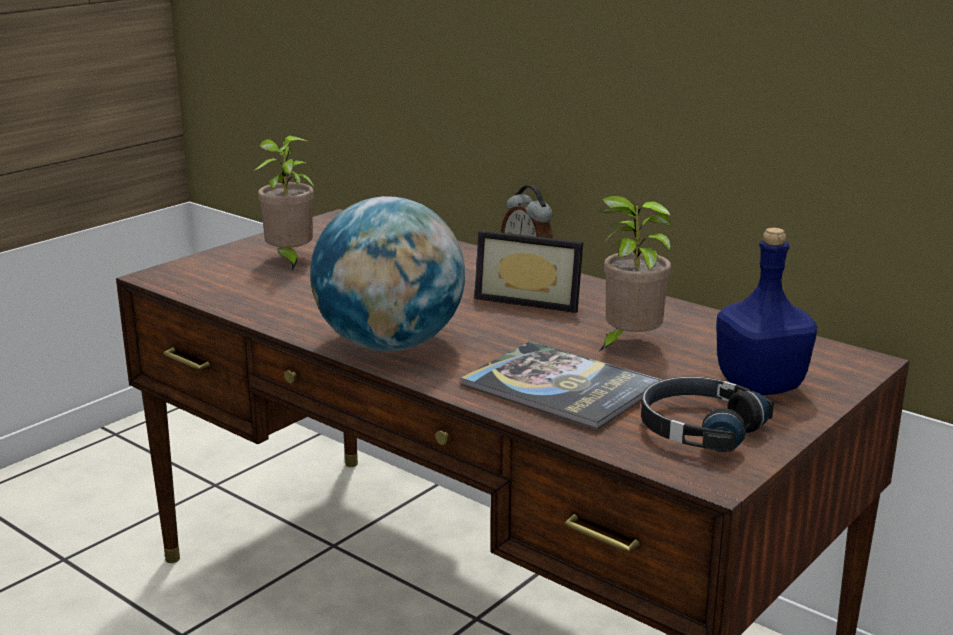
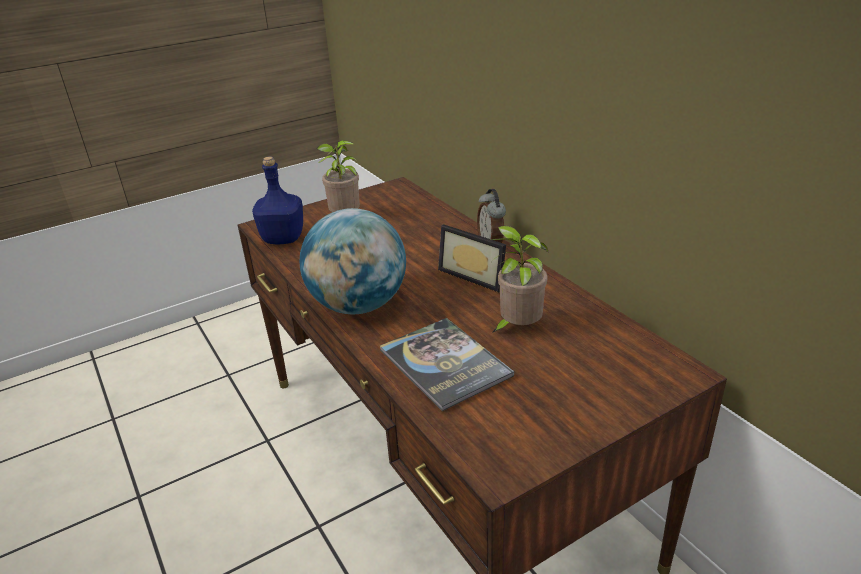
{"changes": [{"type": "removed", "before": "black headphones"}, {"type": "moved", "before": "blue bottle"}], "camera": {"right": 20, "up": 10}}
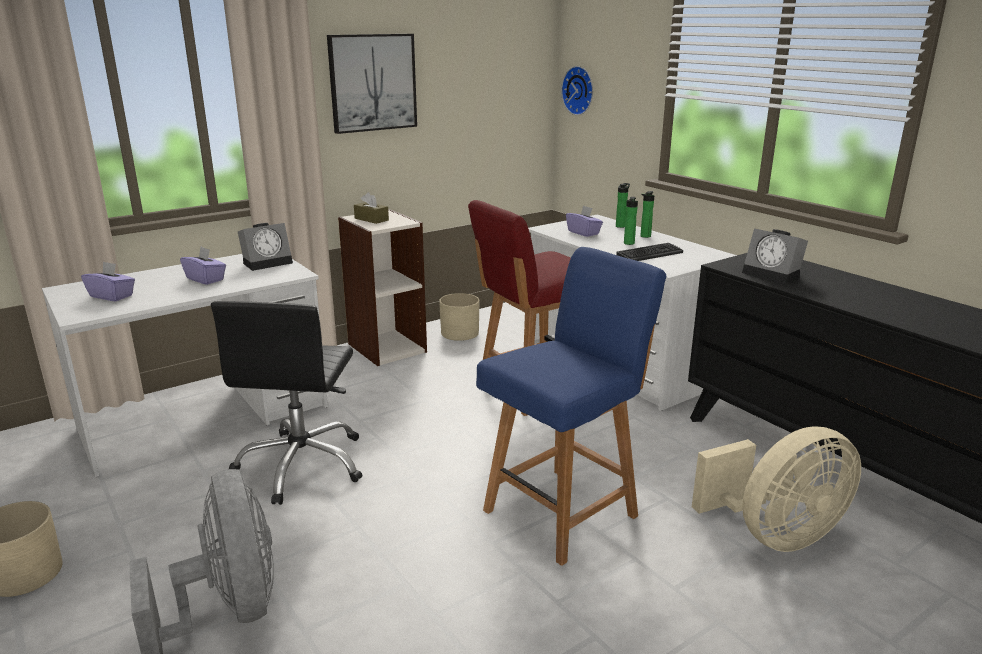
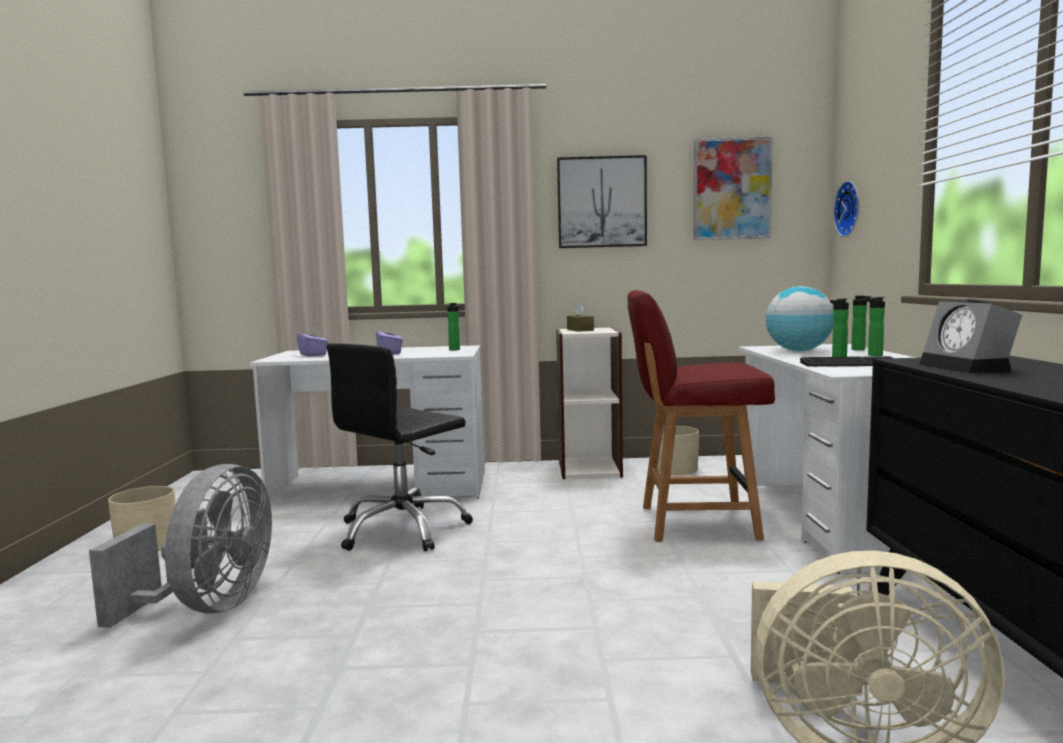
{"changes": [{"type": "replaced", "before": "alarm clock (1st from left)", "after": "bottle (1st from left)"}, {"type": "removed", "before": "blue chair"}, {"type": "replaced", "before": "purple tissue box (3rd from left)", "after": "globe"}, {"type": "added", "after": "picture (2nd from left)"}], "camera": {"right": 35, "up": -15}}
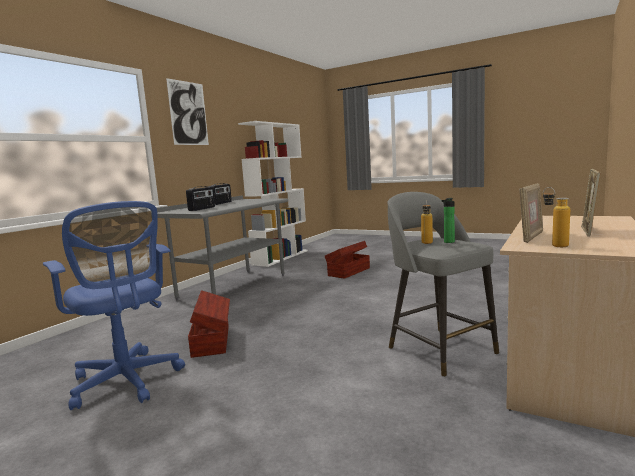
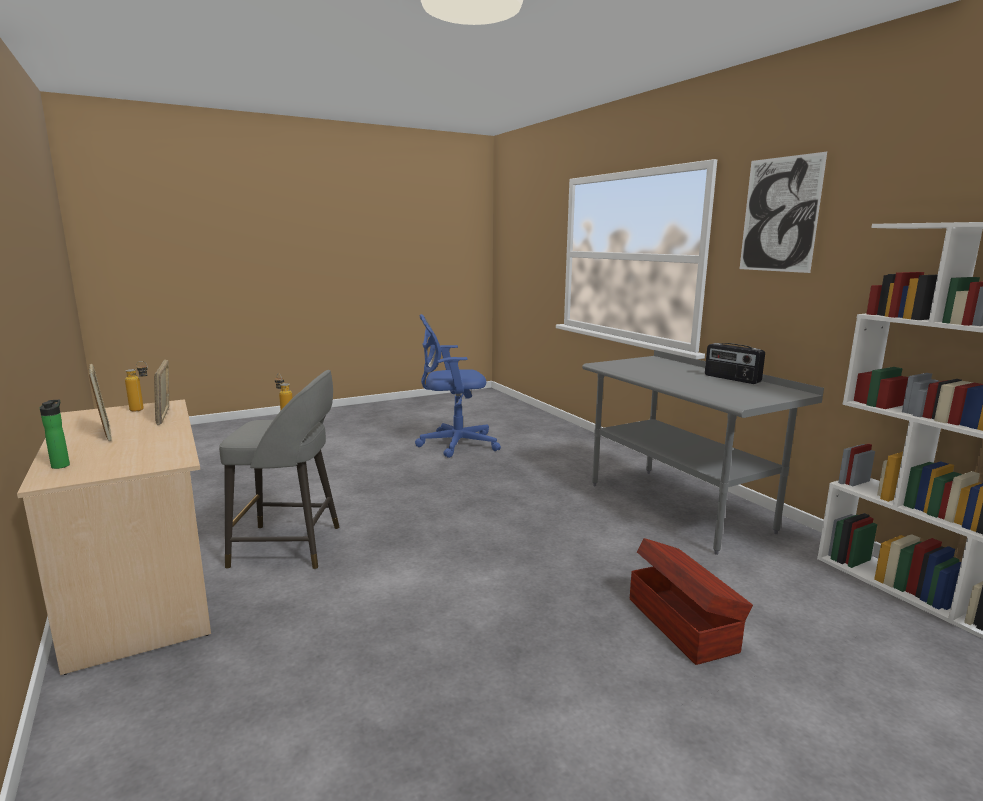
{"changes": [{"type": "removed", "before": "radio (1st from left)"}, {"type": "removed", "before": "brown storage box (1st from left)"}, {"type": "moved", "before": "bottle (2nd from left in the first image)", "after": "bottle (1st from left)"}], "camera": {"right": 120, "up": 5}}
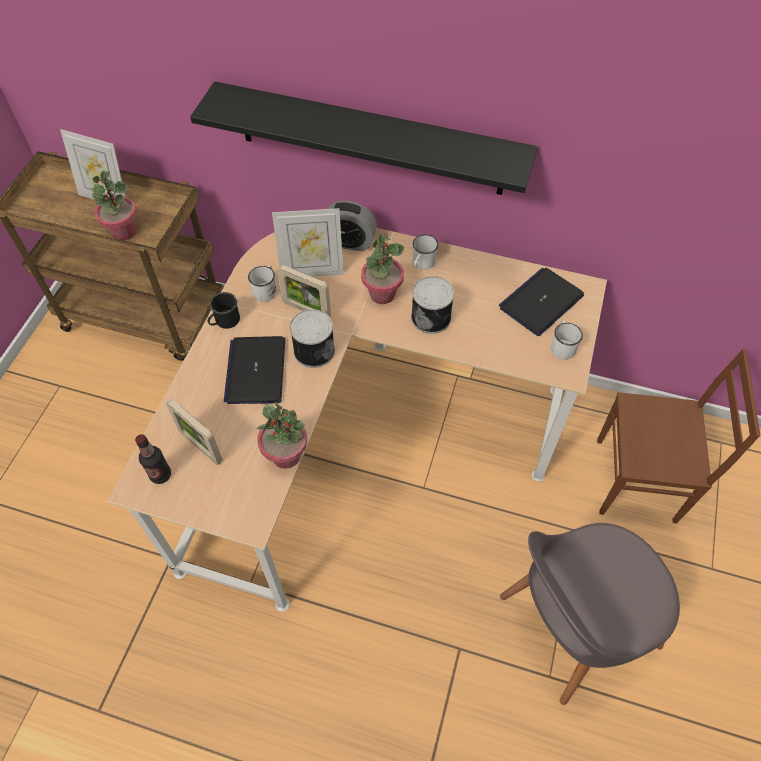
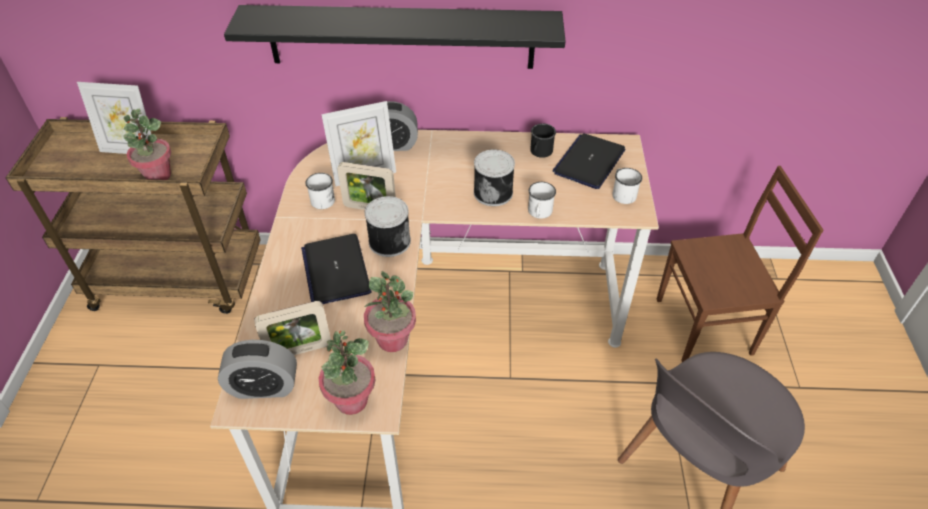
{"changes": [{"type": "replaced", "before": "bottle", "after": "alarm clock (1st from left)"}, {"type": "turned", "before": "picture frame (2nd from left)", "turn": -45}, {"type": "moved", "before": "black mug"}, {"type": "moved", "before": "potted plant (3rd from left in the first image)", "after": "potted plant (2nd from left)"}, {"type": "moved", "before": "white mug (2nd from left)"}], "camera": {"right": -15, "up": -10}}
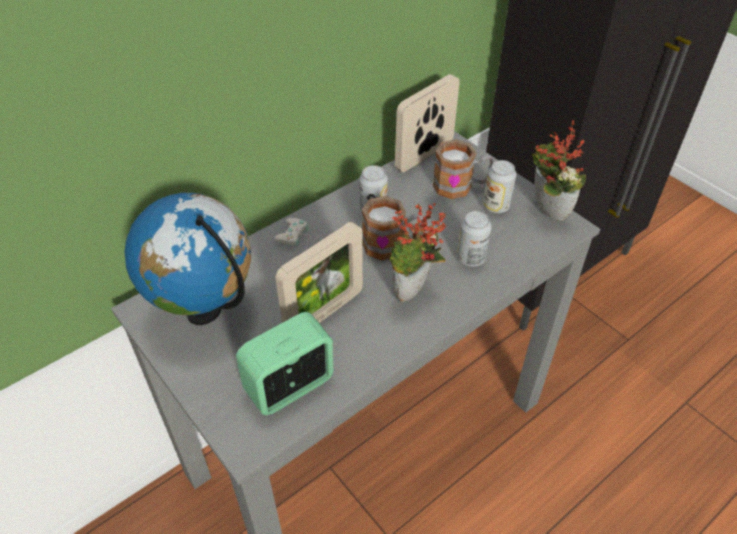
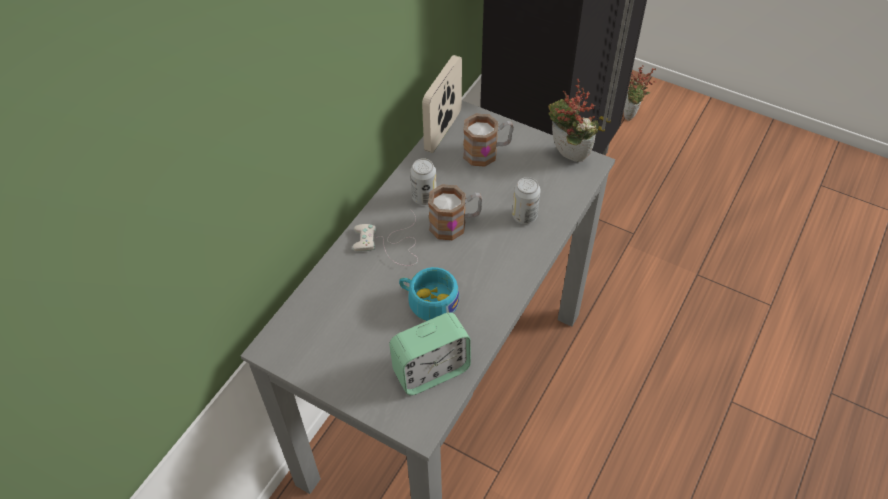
{"changes": [{"type": "removed", "before": "globe"}, {"type": "turned", "before": "alarm clock", "turn": -150}, {"type": "replaced", "before": "picture frame (1st from left)", "after": "turquoise cup"}, {"type": "moved", "before": "potted plant (1st from left in the first image)", "after": "potted plant (2nd from left)"}, {"type": "removed", "before": "can (3rd from left)"}], "camera": {"right": -20, "up": 5}}
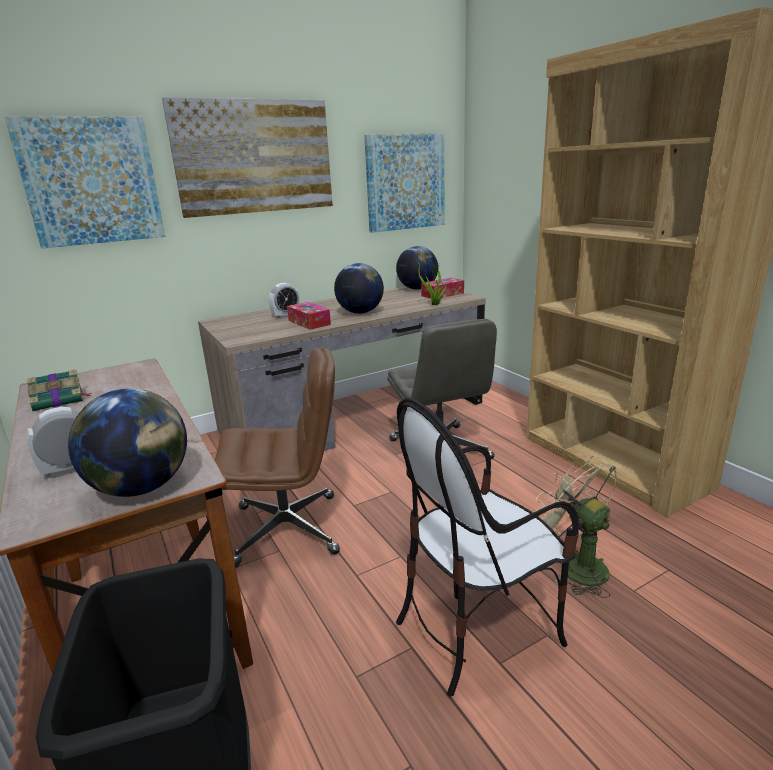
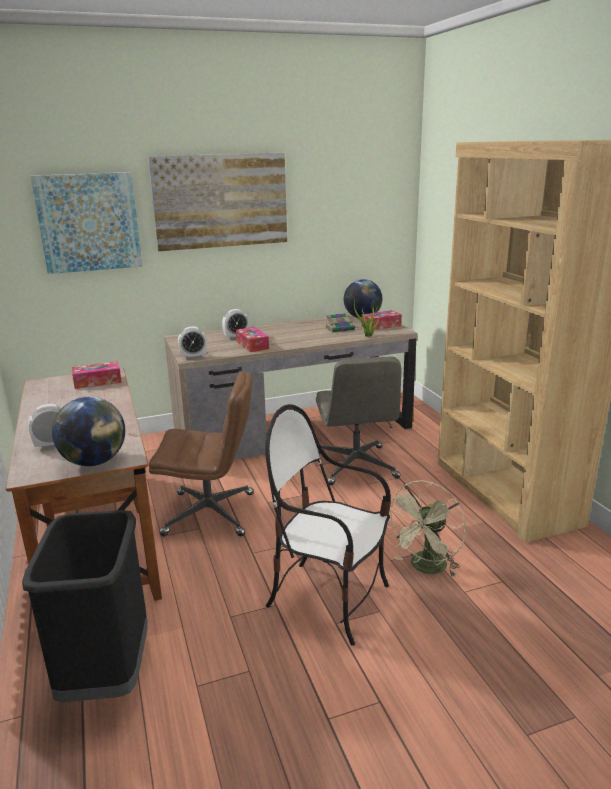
{"changes": [{"type": "moved", "before": "book"}, {"type": "removed", "before": "globe (2nd from left)"}, {"type": "removed", "before": "picture (3rd from left)"}, {"type": "turned", "before": "chair", "turn": 45}, {"type": "turned", "before": "beige fan", "turn": -120}, {"type": "added", "after": "tissue box (1st from left)"}, {"type": "added", "after": "alarm clock (2nd from left)"}], "camera": {"right": 10, "up": 0}}
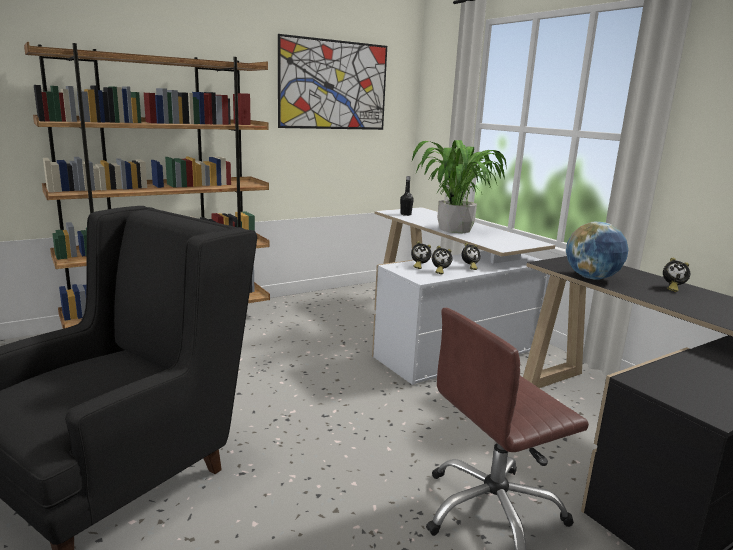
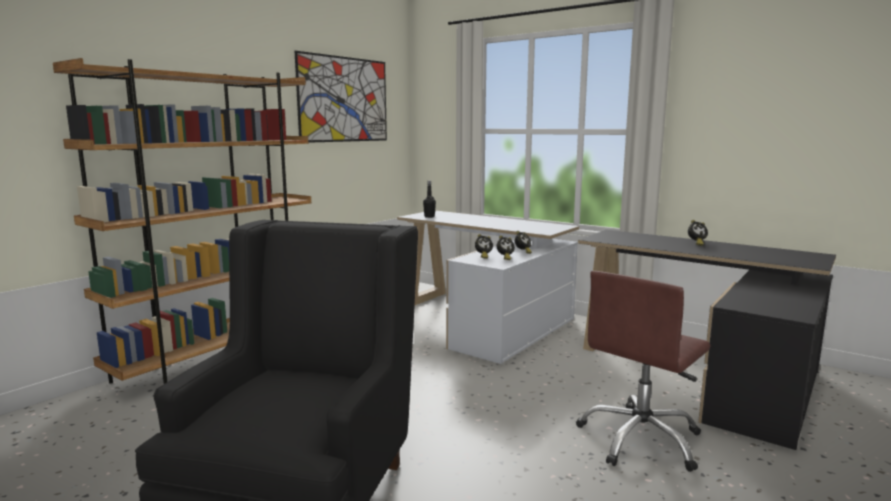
{"changes": [{"type": "removed", "before": "potted plant"}, {"type": "removed", "before": "globe"}], "camera": {"right": -20, "up": -5}}
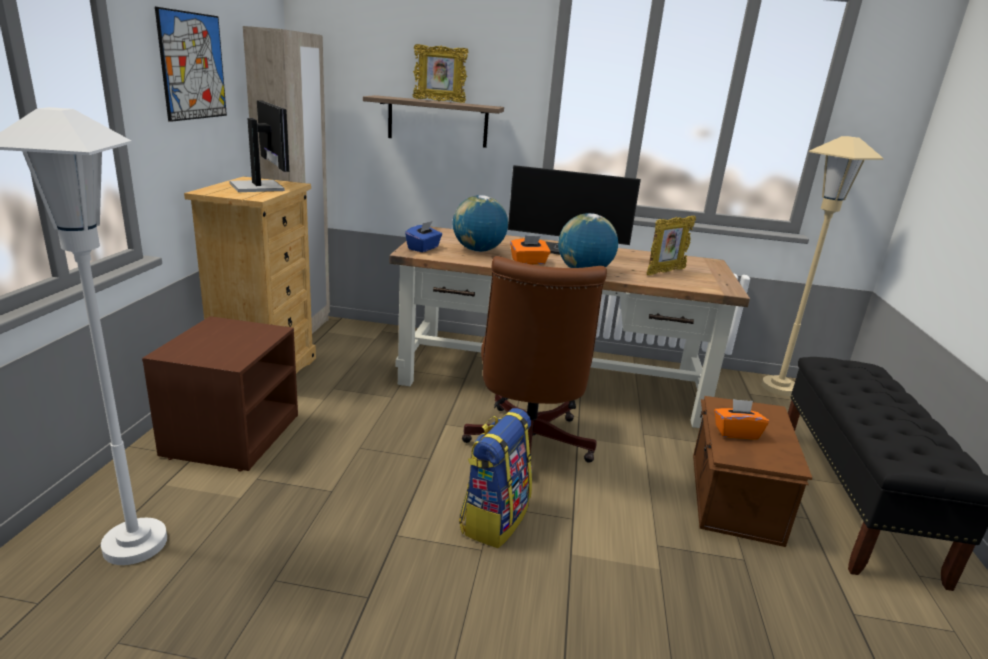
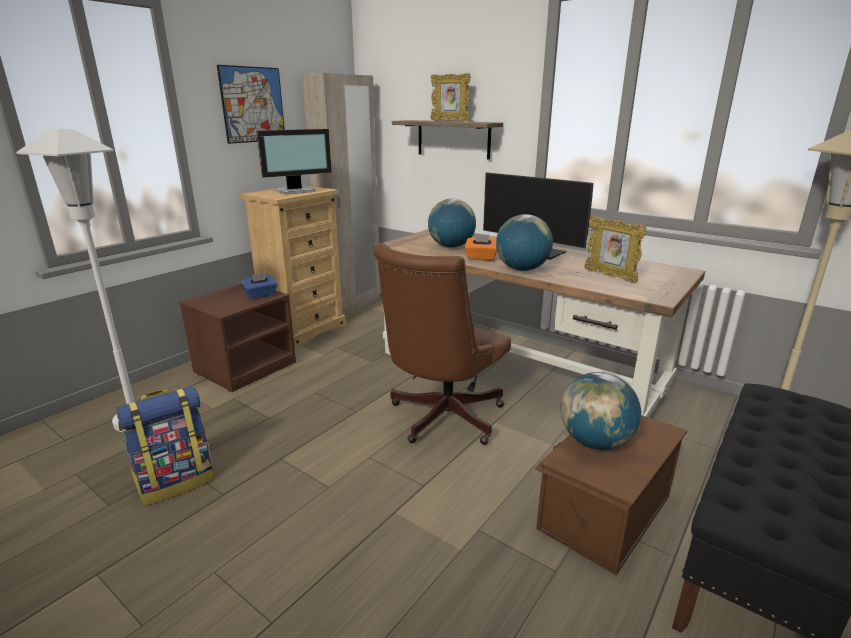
{"changes": [{"type": "turned", "before": "monitor (1st from left)", "turn": 60}, {"type": "moved", "before": "blue tissue box"}, {"type": "moved", "before": "backpack"}, {"type": "turned", "before": "picture frame (2nd from left)", "turn": 60}, {"type": "replaced", "before": "orange tissue box (2nd from left)", "after": "globe (3rd from left)"}], "camera": {"right": 30, "up": 0}}
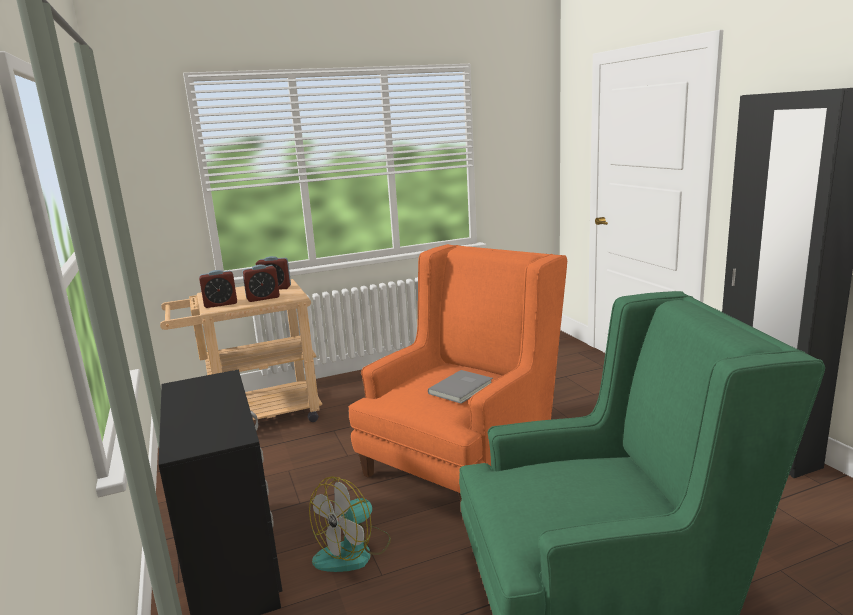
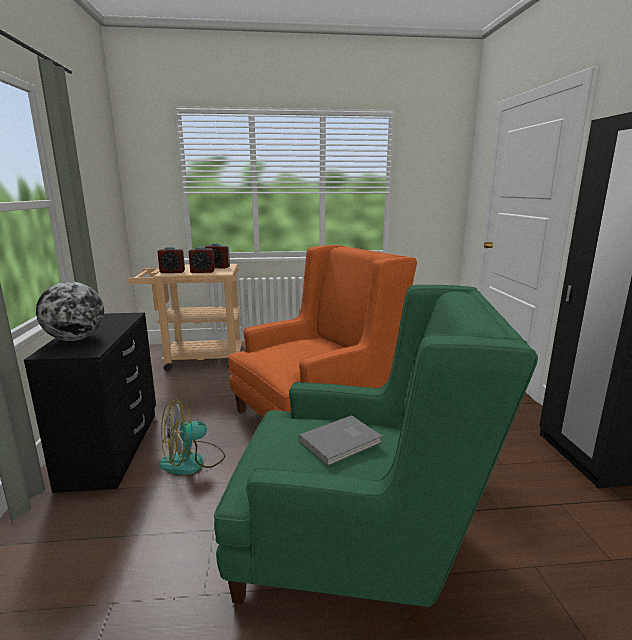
{"changes": [{"type": "moved", "before": "grey book"}, {"type": "added", "after": "globe"}], "camera": {"right": 15, "up": 0}}
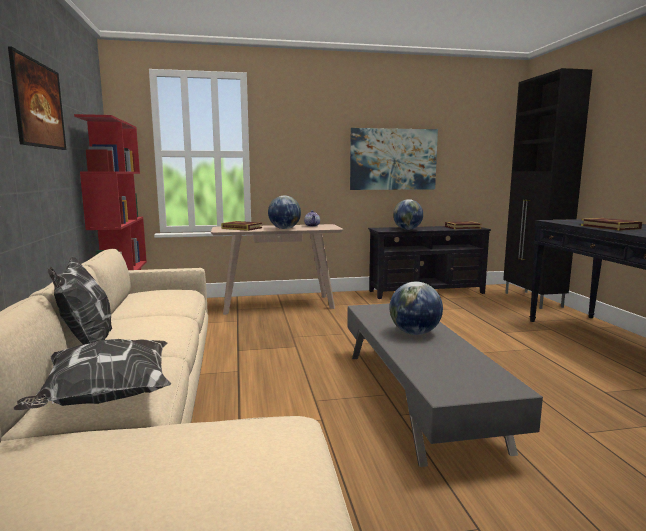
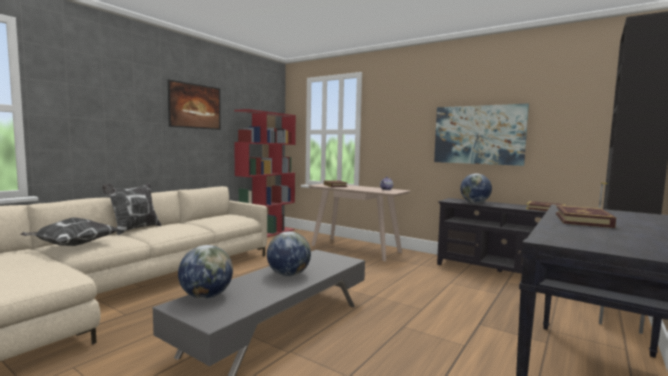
{"changes": [{"type": "moved", "before": "globe (1st from left)"}], "camera": {"right": 45, "up": -5}}
